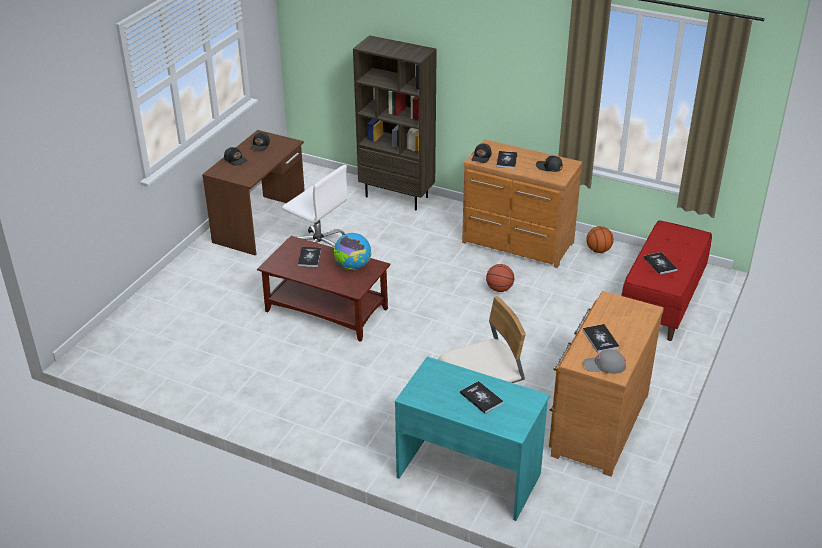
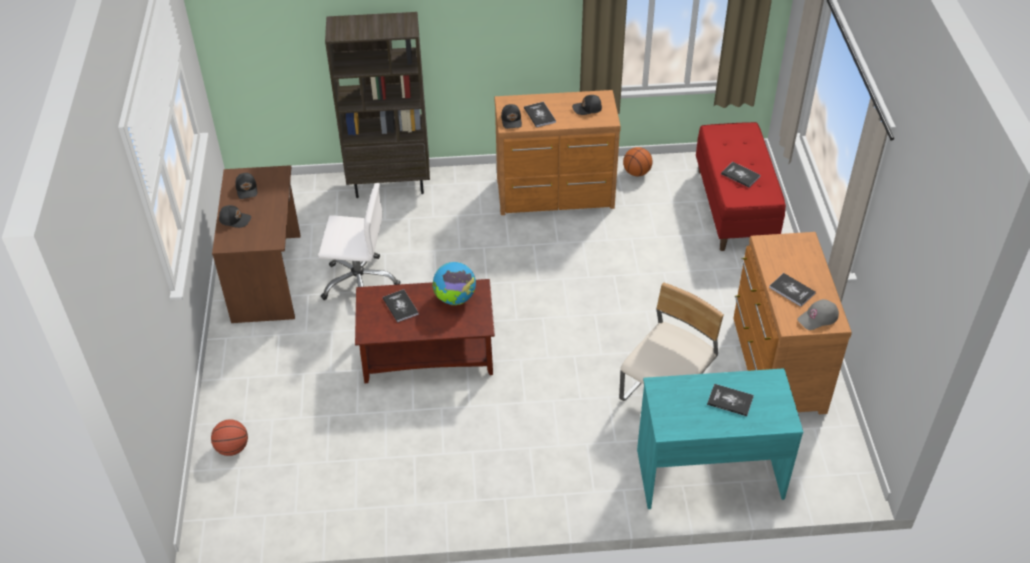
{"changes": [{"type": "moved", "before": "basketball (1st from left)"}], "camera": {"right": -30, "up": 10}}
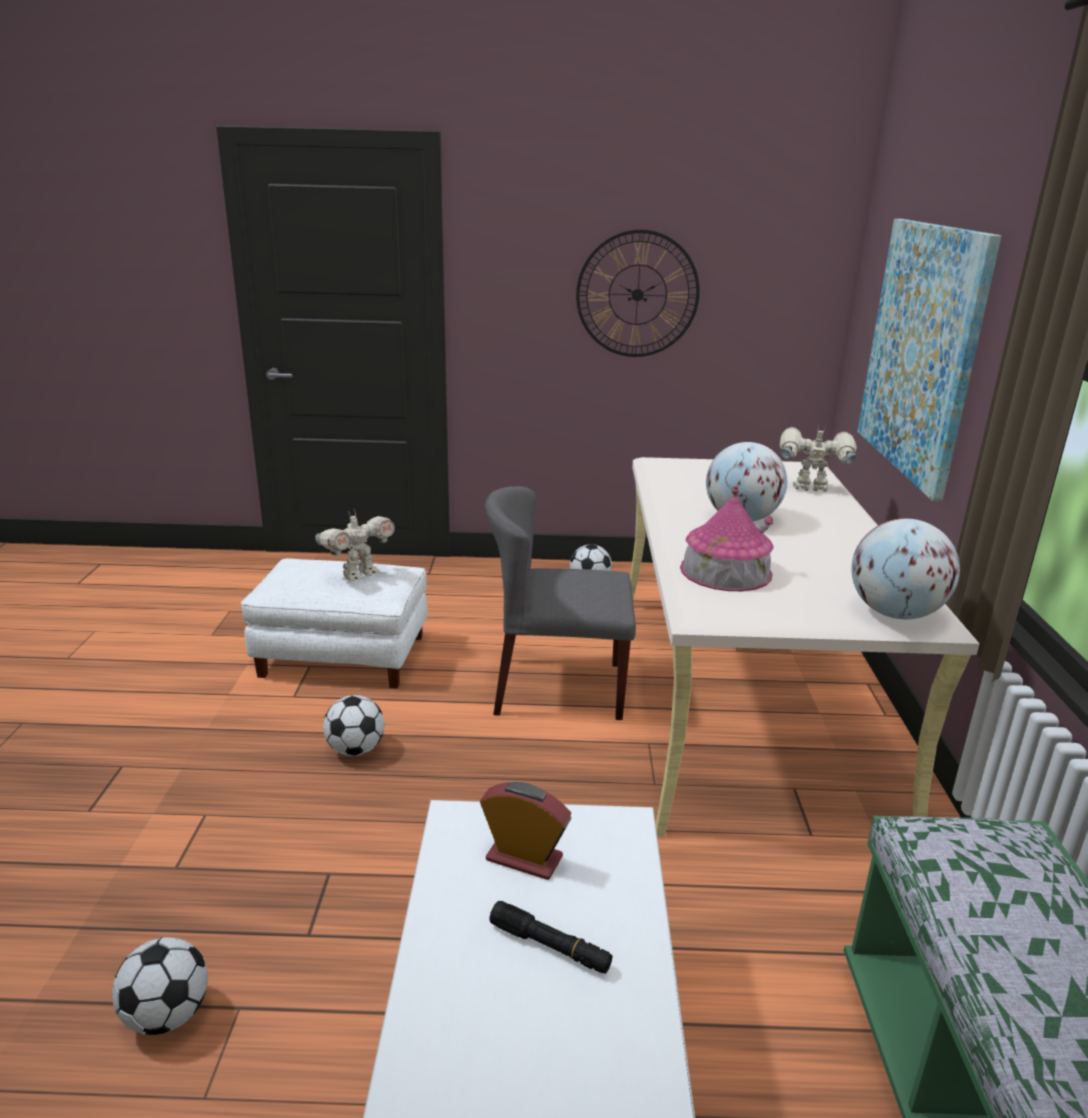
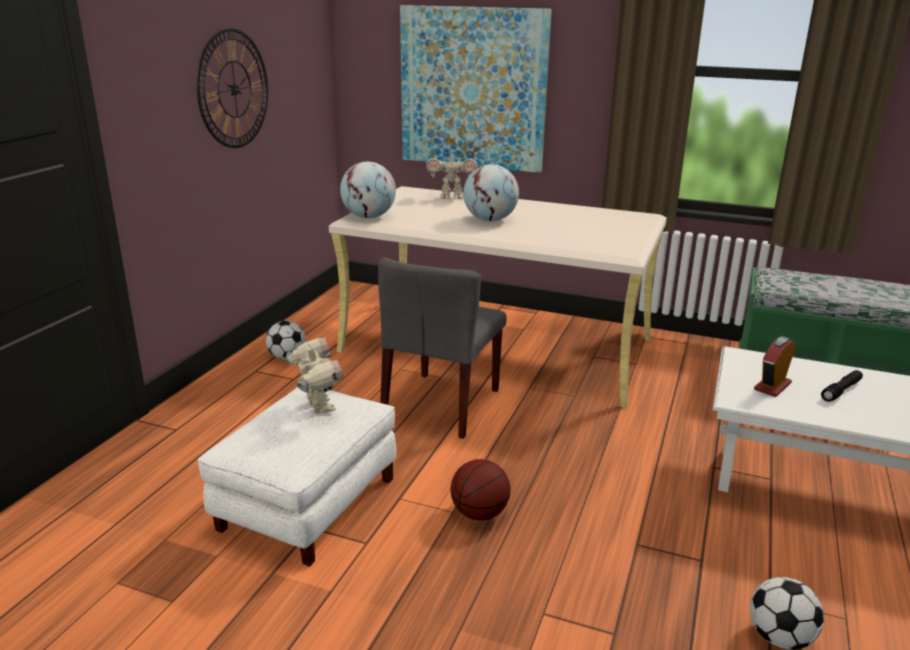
{"changes": [{"type": "replaced", "before": "football (2nd from left)", "after": "basketball"}, {"type": "removed", "before": "toy house"}, {"type": "turned", "before": "toy robot (2nd from left)", "turn": -120}, {"type": "moved", "before": "globe (2nd from left in the first image)", "after": "globe (1st from left)"}], "camera": {"right": -70, "up": 0}}
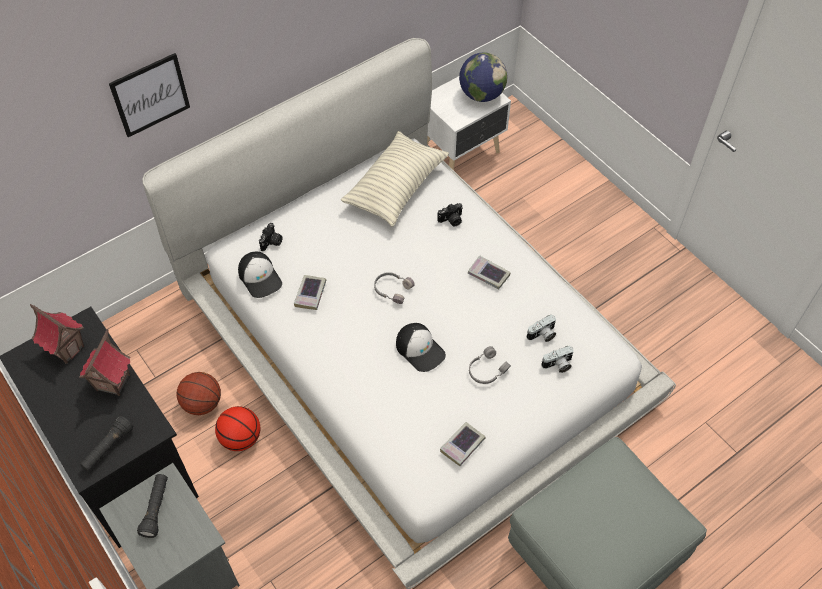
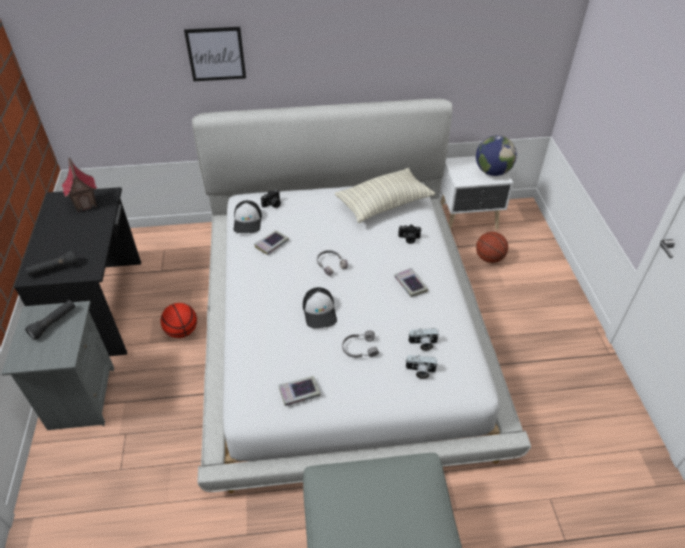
{"changes": [{"type": "removed", "before": "toy house (2nd from left)"}, {"type": "moved", "before": "basketball (1st from left in the first image)", "after": "basketball (2nd from left)"}], "camera": {"right": 30, "up": -10}}
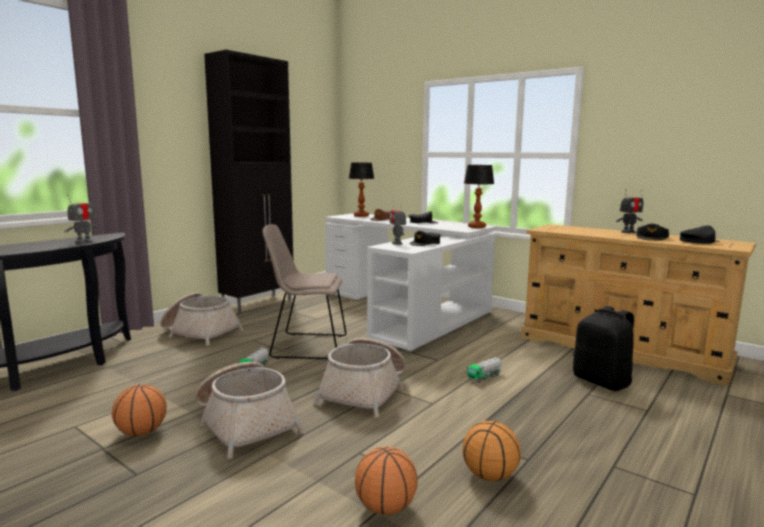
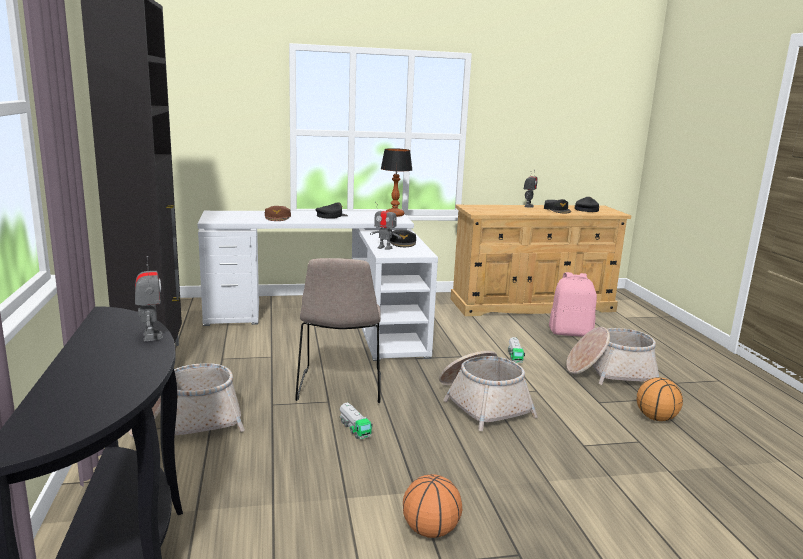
{"changes": [{"type": "moved", "before": "basket (2nd from left in the first image)", "after": "basket (3rd from left)"}, {"type": "turned", "before": "beige chair", "turn": -45}, {"type": "removed", "before": "table lamp (1st from left)"}, {"type": "removed", "before": "basketball (2nd from left)"}, {"type": "recoloured", "before": "black backpack", "after": "pink backpack"}], "camera": {"right": -50, "up": 5}}
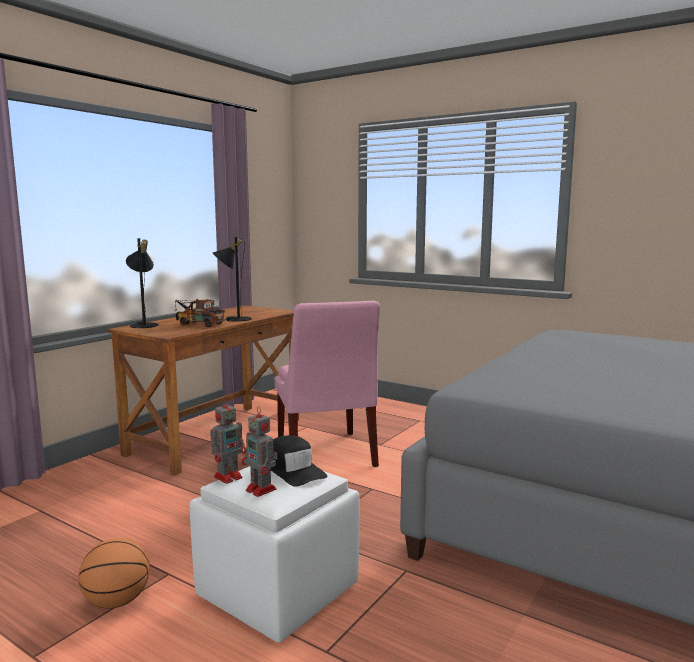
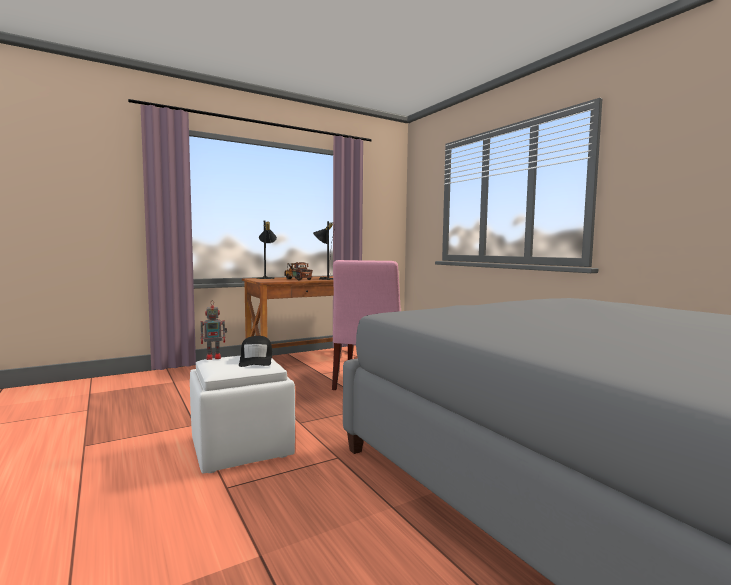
{"changes": [{"type": "removed", "before": "basketball"}, {"type": "removed", "before": "toy robot (2nd from left)"}], "camera": {"right": 25, "up": -5}}
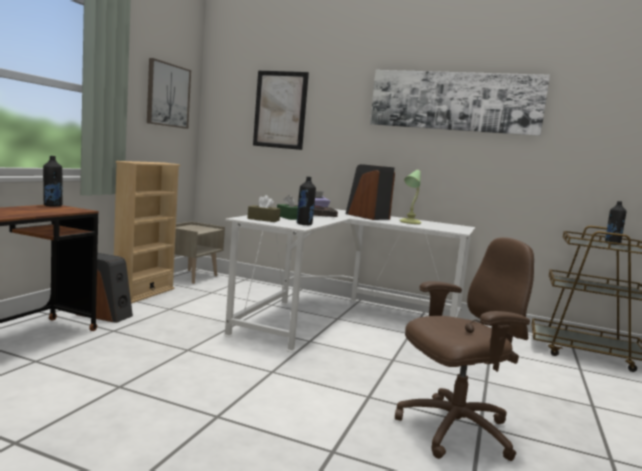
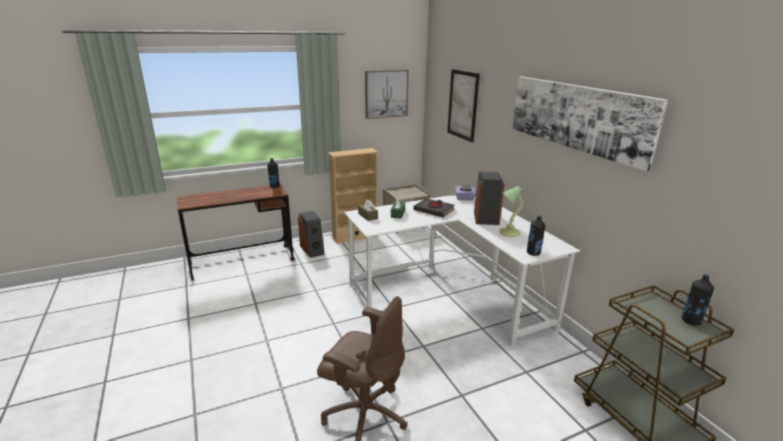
{"changes": [{"type": "moved", "before": "black bottle (2nd from left)"}], "camera": {"right": 45, "up": 15}}
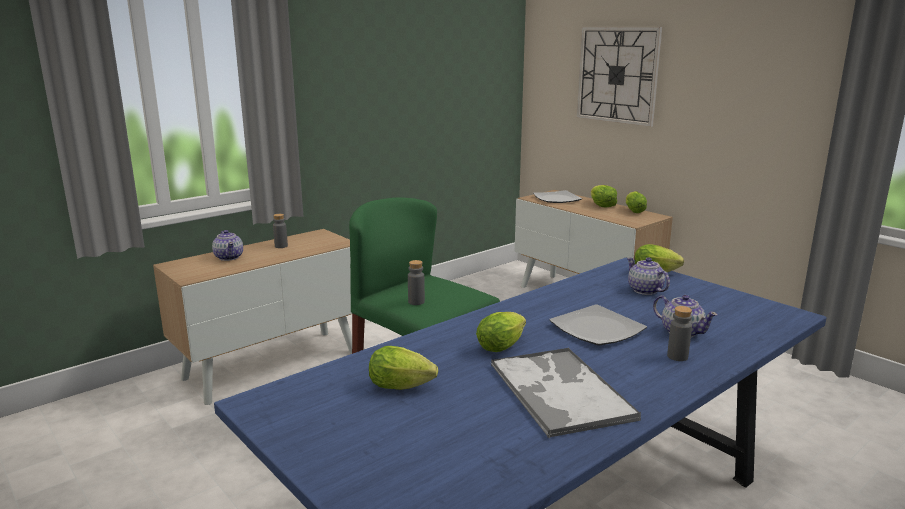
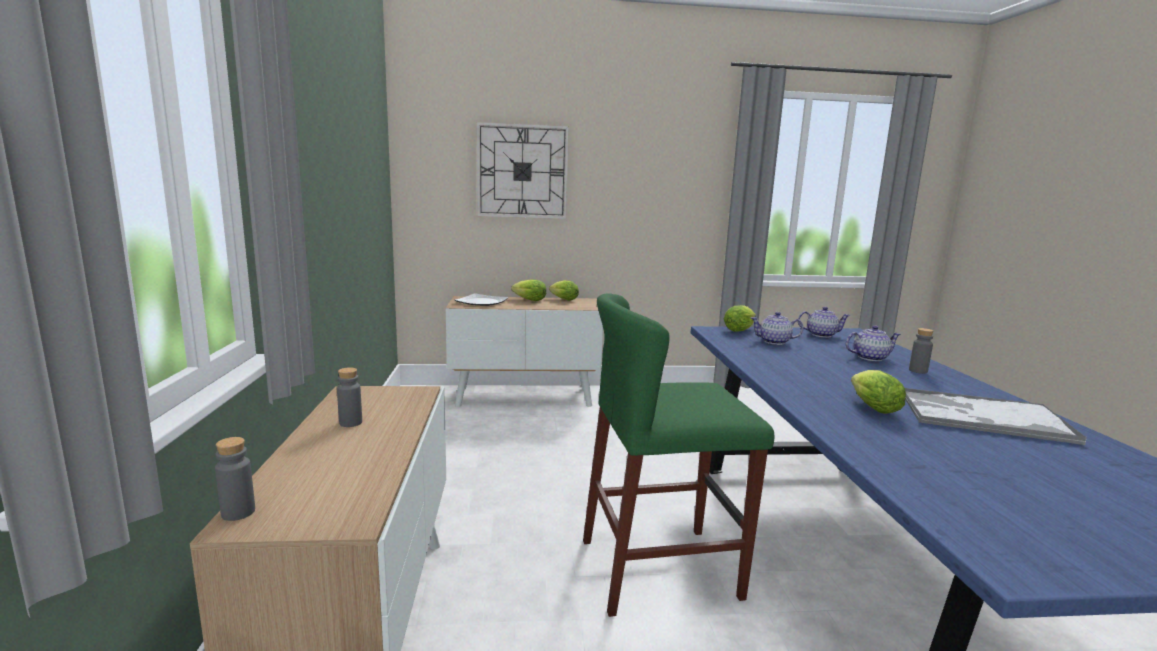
{"changes": [{"type": "moved", "before": "teapot (1st from left in the first image)", "after": "teapot (2nd from left)"}, {"type": "removed", "before": "lettuce (1st from left)"}, {"type": "moved", "before": "grey bottle (2nd from left in the first image)", "after": "grey bottle (1st from left)"}, {"type": "removed", "before": "plate (2nd from left)"}], "camera": {"right": -55, "up": -5}}
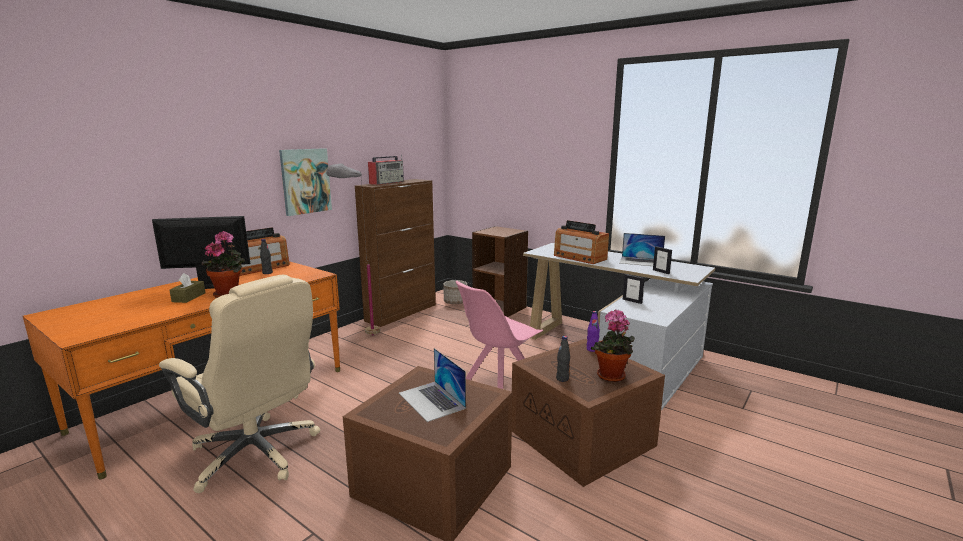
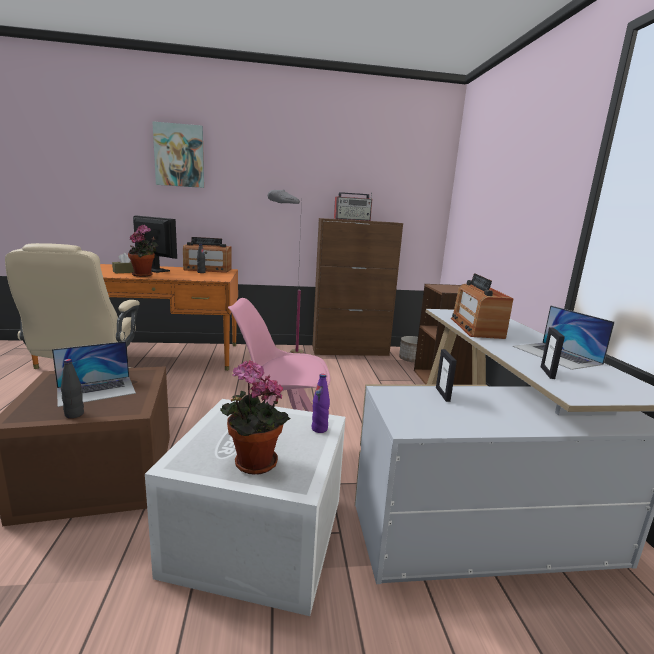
{"changes": [{"type": "moved", "before": "picture"}, {"type": "turned", "before": "laptop (1st from left)", "turn": -135}, {"type": "recoloured", "before": "brown storage box (2nd from left)", "after": "white storage box"}, {"type": "moved", "before": "black bottle (2nd from left in the first image)", "after": "black bottle (1st from left)"}], "camera": {"right": 45, "up": 0}}
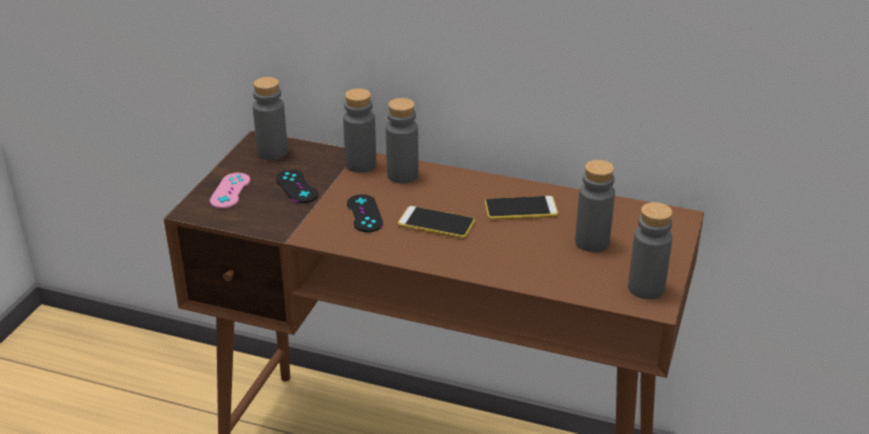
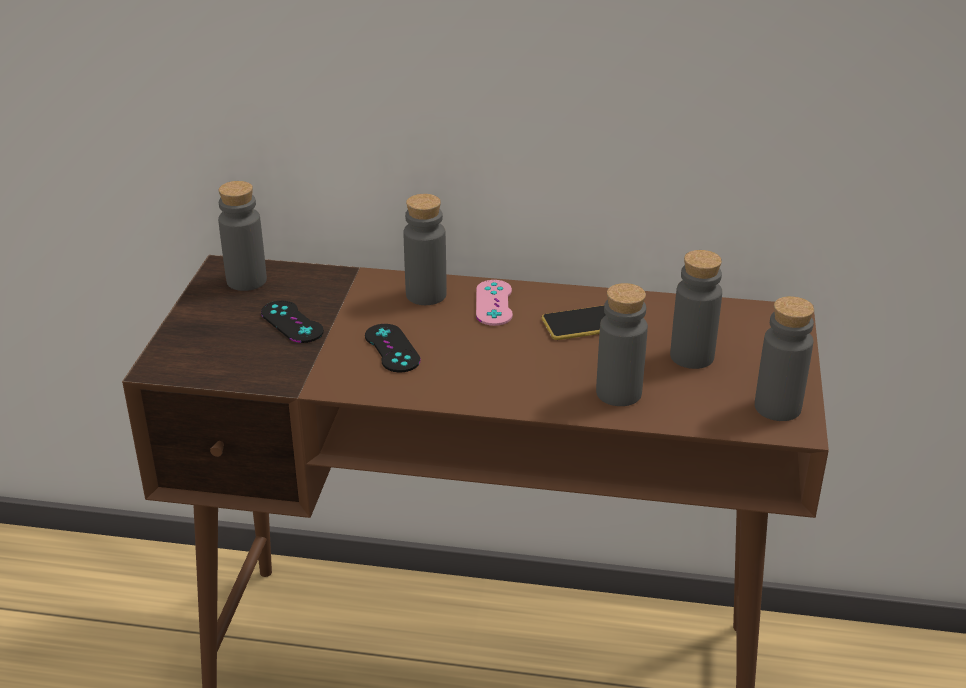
{"changes": [{"type": "moved", "before": "pink game controller"}, {"type": "moved", "before": "grey bottle (2nd from left in the first image)", "after": "grey bottle (3rd from left)"}, {"type": "removed", "before": "phone (1st from left)"}], "camera": {"right": -10, "up": 0}}
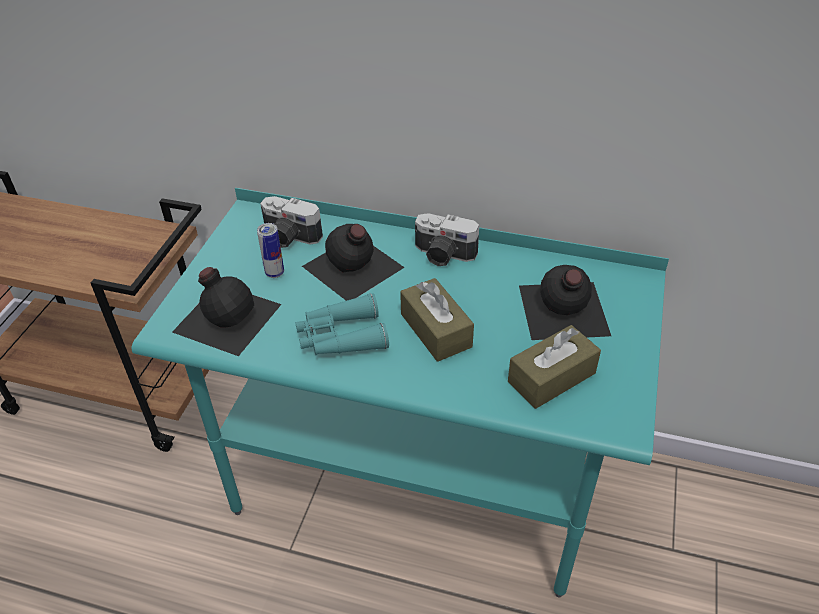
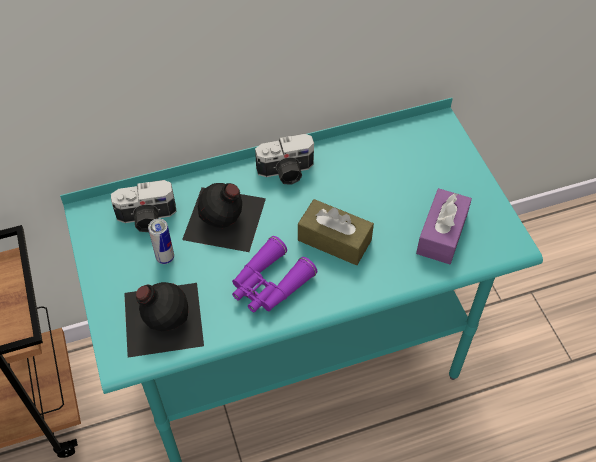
{"changes": [{"type": "recoloured", "before": "turquoise binoculars", "after": "purple binoculars"}, {"type": "recoloured", "before": "brown tissue box (2nd from left)", "after": "purple tissue box"}, {"type": "removed", "before": "black bottle (3rd from left)"}], "camera": {"right": -35, "up": 10}}
